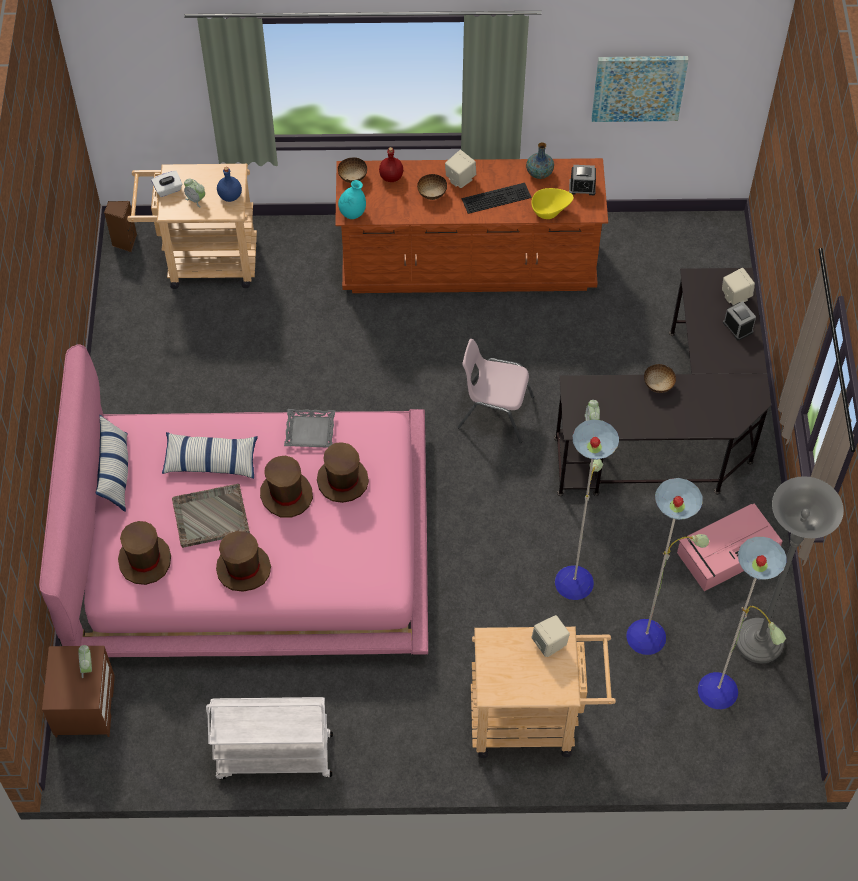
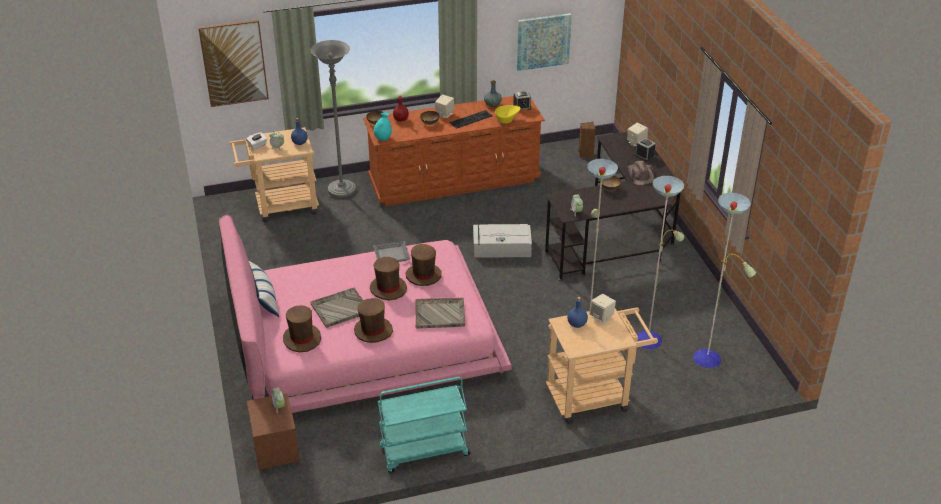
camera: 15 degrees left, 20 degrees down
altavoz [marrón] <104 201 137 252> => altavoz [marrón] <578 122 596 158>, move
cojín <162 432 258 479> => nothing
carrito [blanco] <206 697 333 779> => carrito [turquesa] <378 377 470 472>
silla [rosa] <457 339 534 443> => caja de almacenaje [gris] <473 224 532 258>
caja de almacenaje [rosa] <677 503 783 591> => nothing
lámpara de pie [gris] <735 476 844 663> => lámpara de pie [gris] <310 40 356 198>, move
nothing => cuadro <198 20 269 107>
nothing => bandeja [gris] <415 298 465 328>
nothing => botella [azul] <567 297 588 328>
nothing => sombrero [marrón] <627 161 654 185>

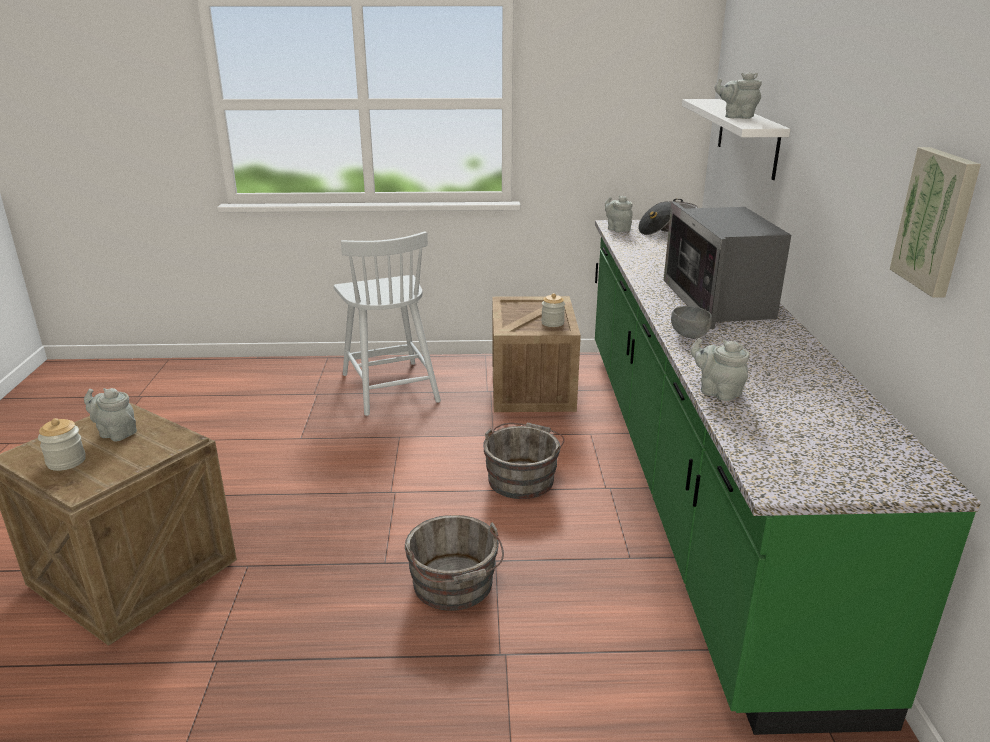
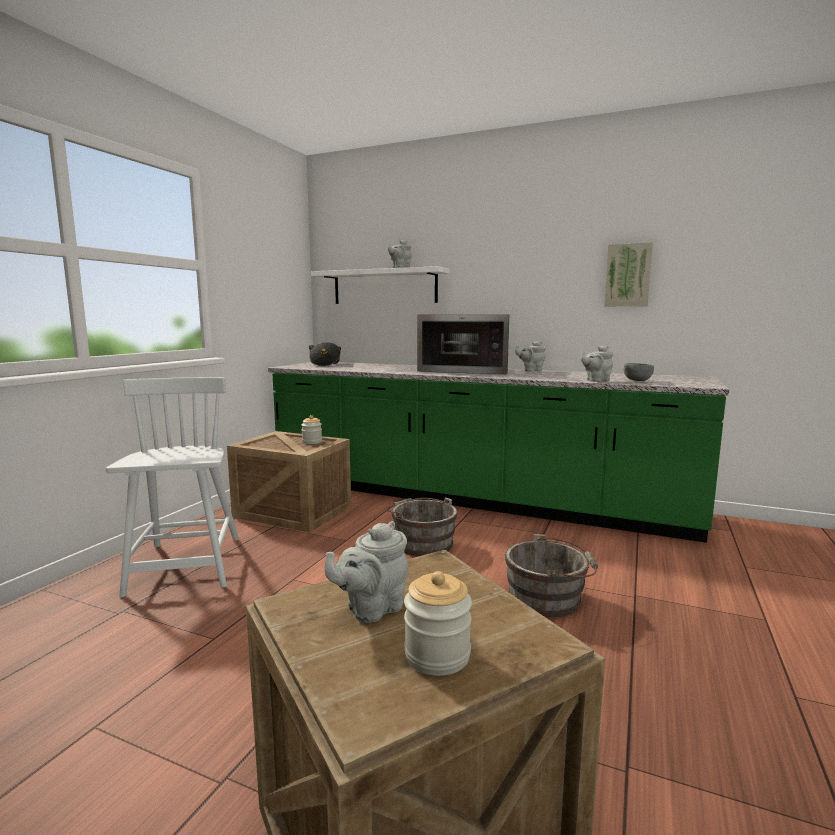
camera: 65 degrees left, 15 degrees down
silla [blanco] <334 231 441 416> => silla [blanco] <106 377 239 597>, 105 degrees counterclockwise
tetera [gris] <605 196 633 232> => tetera [gris] <515 341 546 371>, move
cuenco [gris] <671 306 712 339> => cuenco [gris] <624 363 654 381>, move

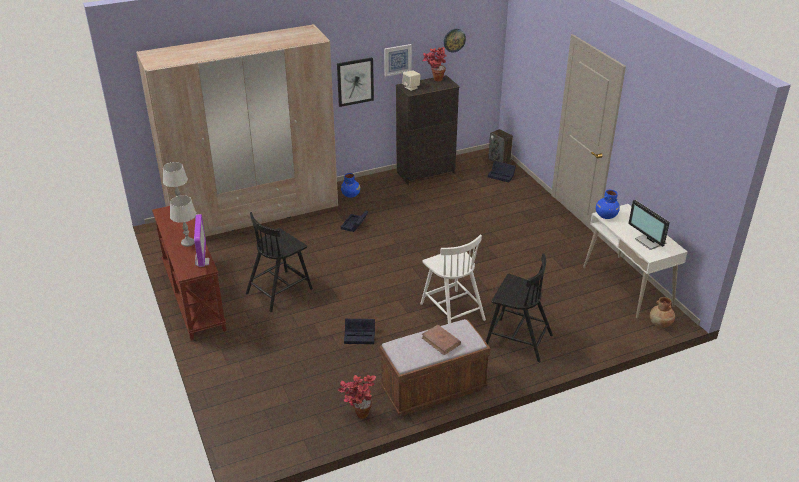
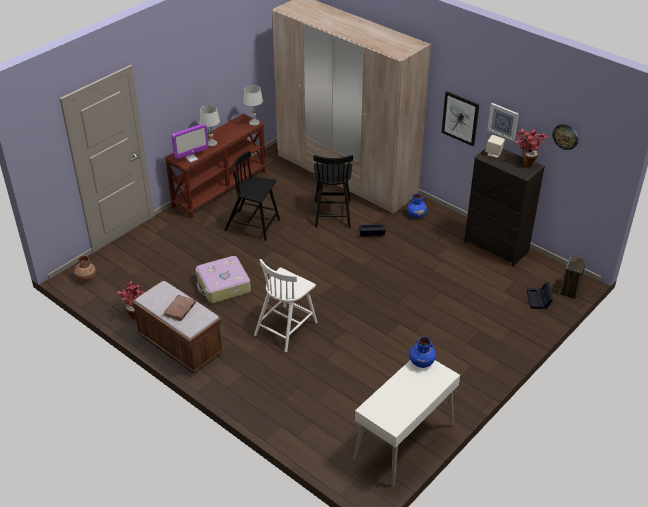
camera: 65 degrees right, 5 degrees up
caja de almacenaje [negro] <344 319 375 344> => maleta <195 256 251 303>
silla [negro] <486 253 553 362> => silla [negro] <313 155 353 228>, move
monitor <628 200 670 250> => nothing
florero [marrón] <650 297 675 328> => florero [marrón] <74 255 96 282>, move

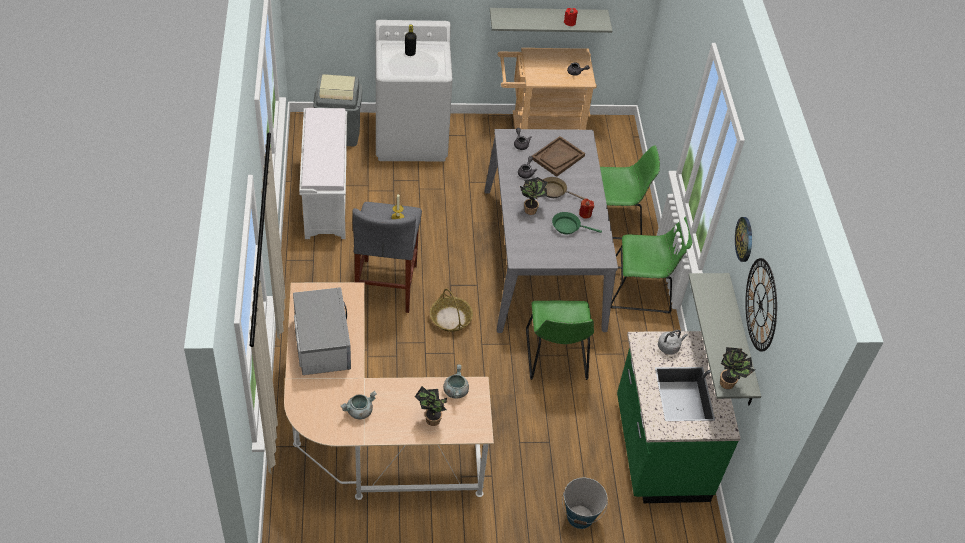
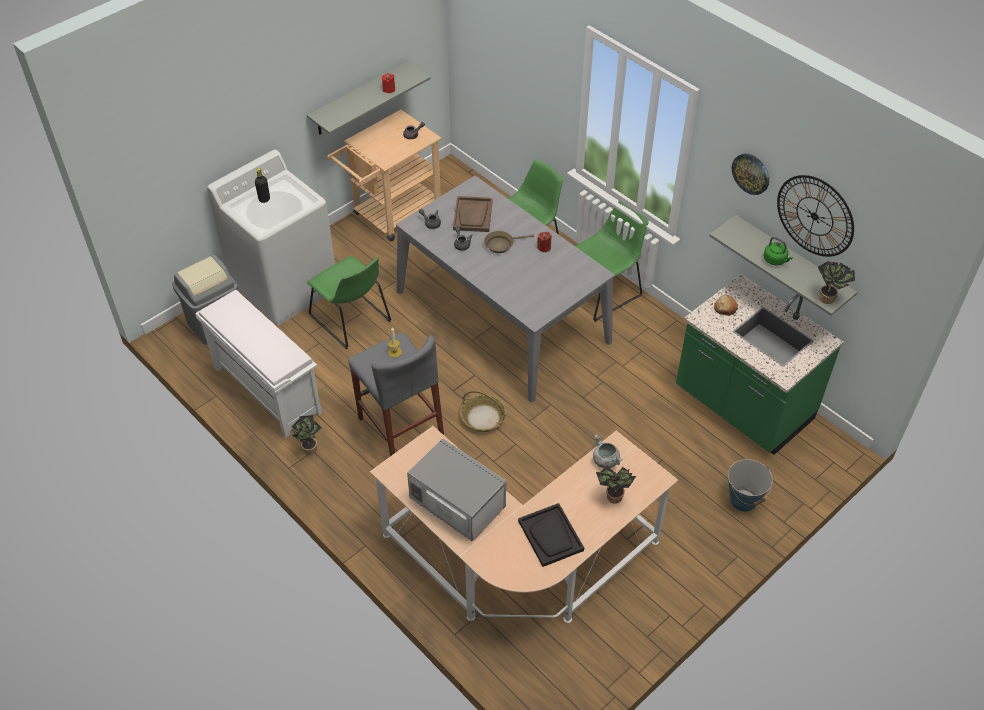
camera: 35 degrees left, 0 degrees up
olla [gris] <341 391 376 420> => bandeja [negro] <518 503 584 567>
planta en maceta <520 177 548 215> => planta en maceta <292 415 322 455>, move
silla [verde] <526 301 594 380> => silla [verde] <307 256 391 349>, move
sartén [verde] <552 212 602 234> => nothing
hervidor [gris] <658 330 688 355> => pan <714 295 738 316>
nothing => hervidor [verde] <764 237 793 265>

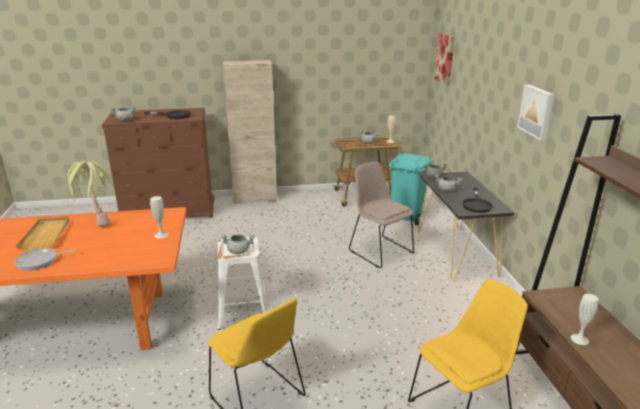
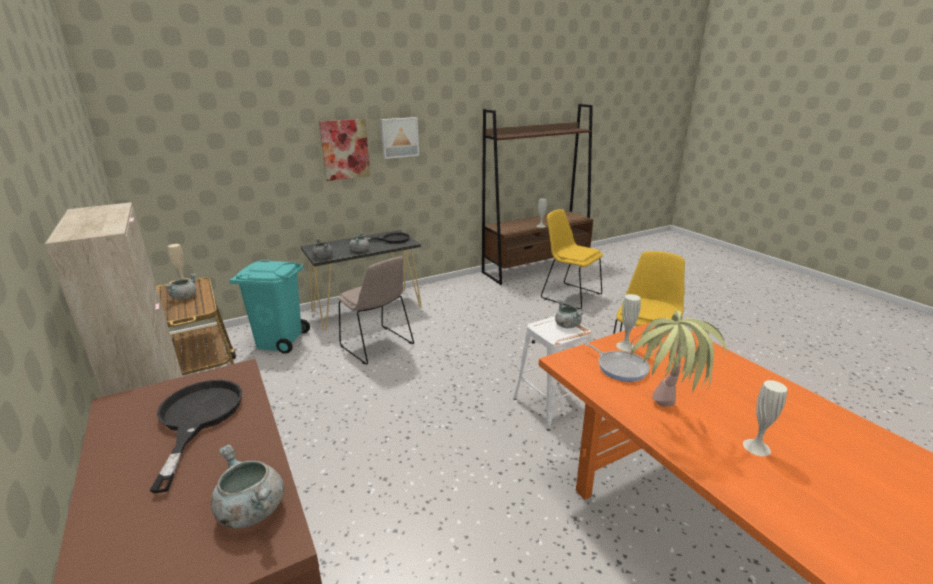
camera: 110 degrees left, 0 degrees up
sartén <15 248 76 270> => sartén <584 342 650 382>, move
bandeja [beis] <16 217 69 251> => florero [blanco] <743 380 787 456>
silla [beis] <349 162 414 268> => silla [beis] <338 256 414 365>, 75 degrees counterclockwise
cuadro <434 33 455 86> => cuadro <319 119 370 181>, move

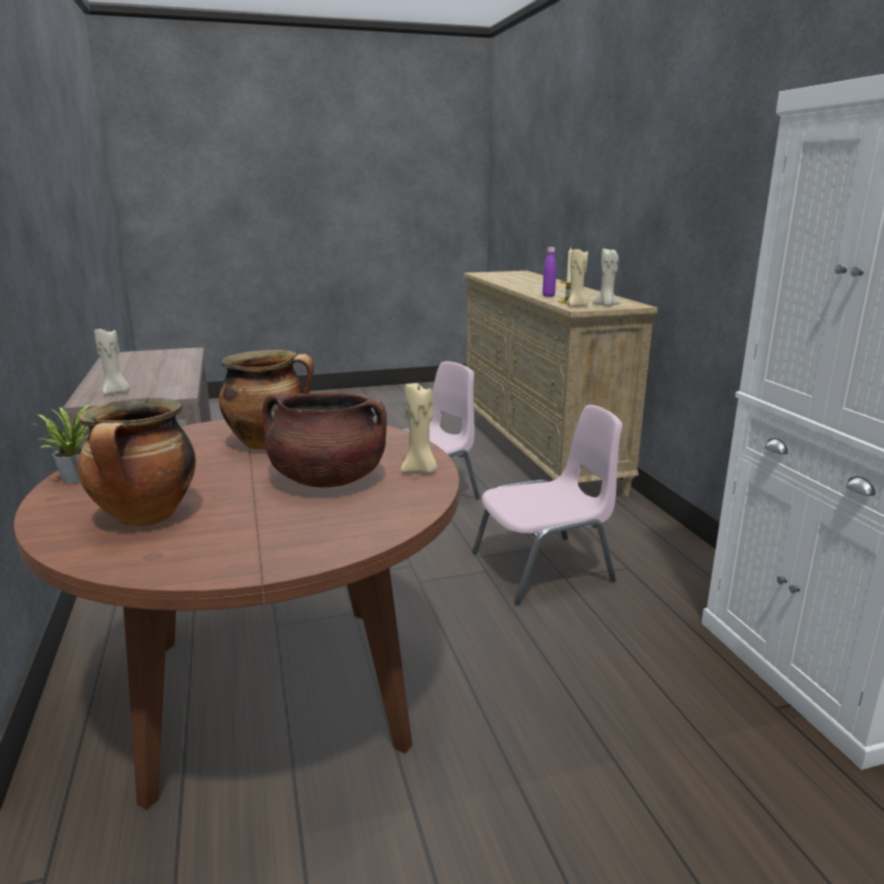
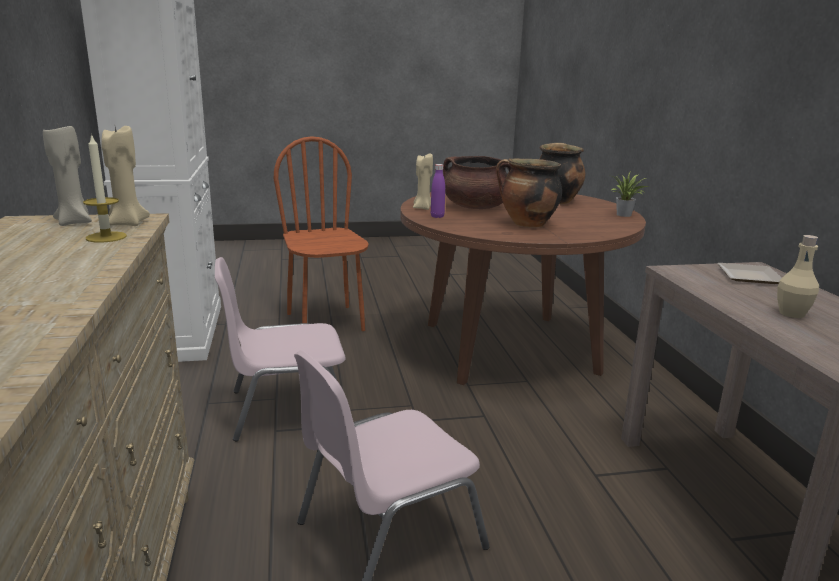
camera: 175 degrees left, 0 degrees up
vela [beis] <94 326 130 395> => plato <718 263 781 284>
botella [morado] <543 247 556 297> => botella [morado] <431 164 445 218>, move
nothing => silla [marrón] <274 136 369 331>
nothing => botella [beis] <777 235 819 318>

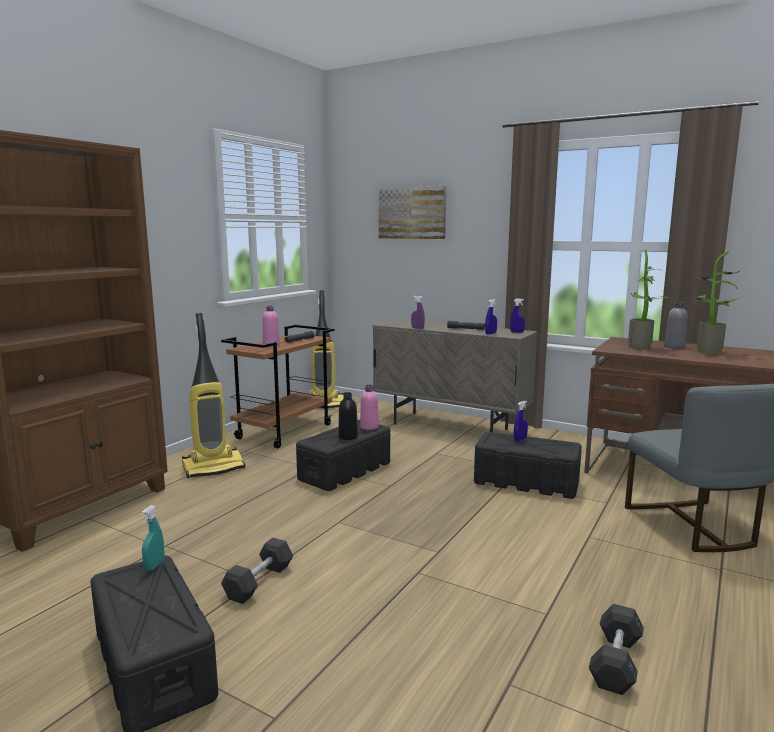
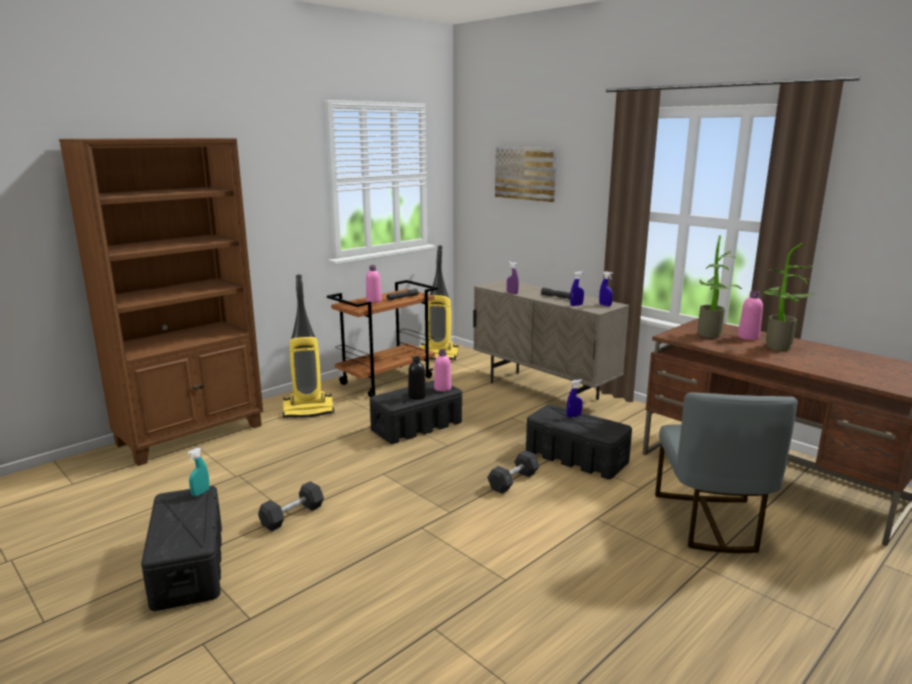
camera: 15 degrees right, 5 degrees up
mancuerna [gris] <589 604 644 695> => mancuerna [gris] <487 451 540 494>, move
botella [gris] <664 302 688 349> => botella [rosa] <738 291 763 340>

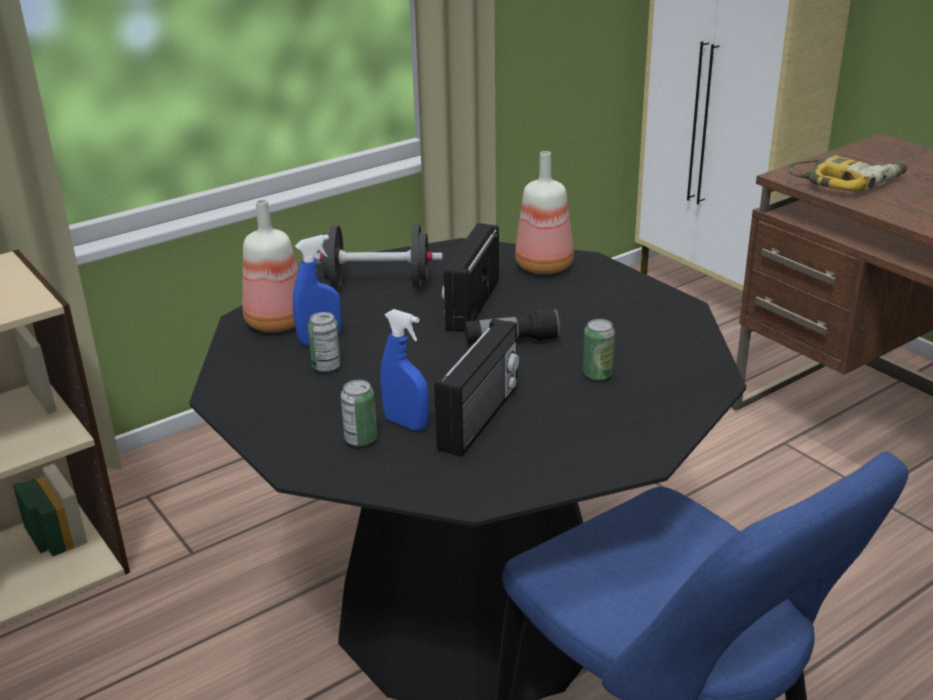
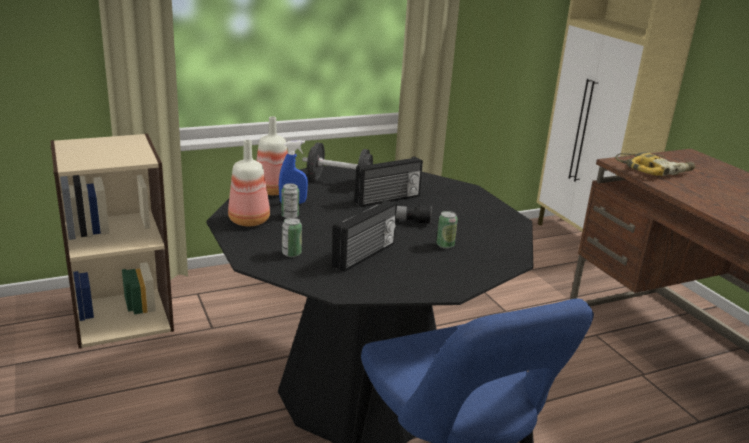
camera: 10 degrees right, 5 degrees down
pulverizador [azul] <380 309 429 430> => nothing
radio <442 223 499 332> => radio <355 157 423 207>, 150 degrees counterclockwise
botella <515 151 574 274> => botella <228 140 270 226>, move

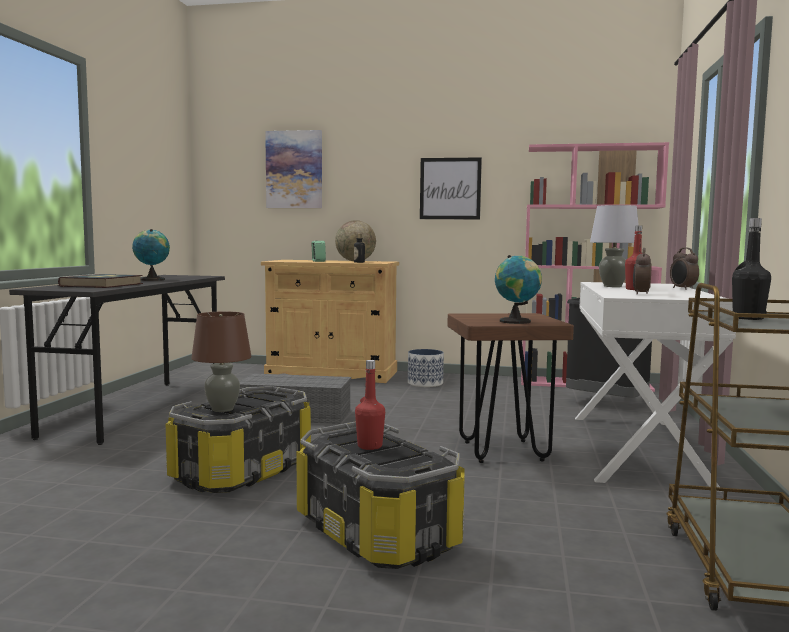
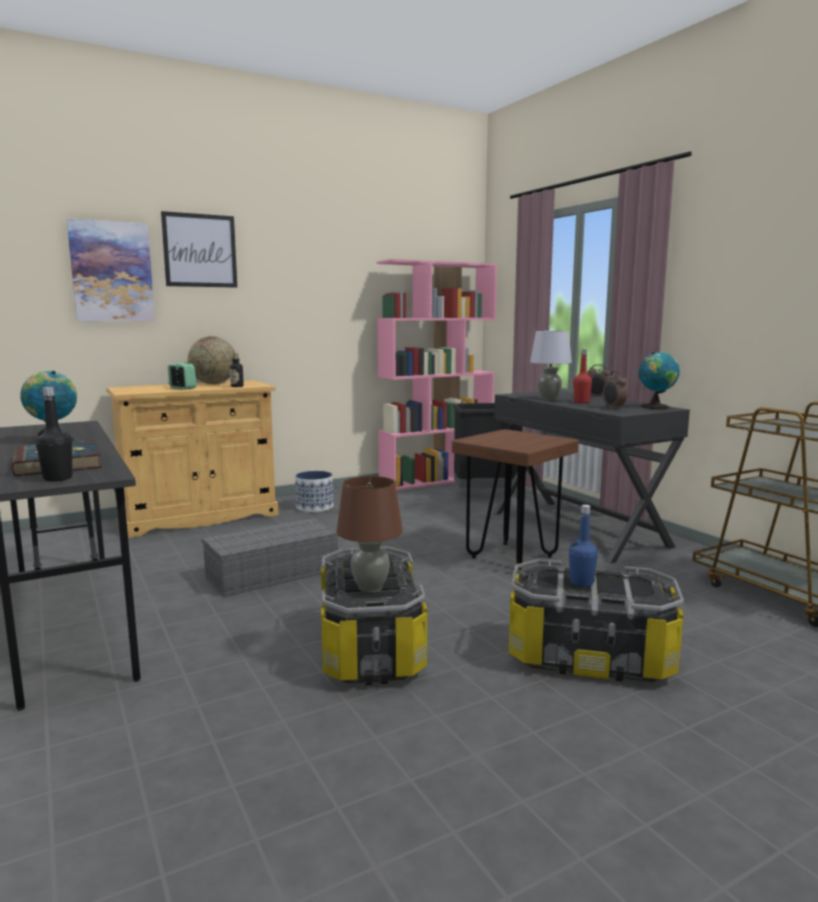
camera: 40 degrees left, 5 degrees up
botella [rojo] <355 360 385 450> => botella [azul] <569 505 598 587>
cuadro <420 157 482 220> => cuadro <161 211 237 288>, move
globo terráqueo <495 255 542 324> => globo terráqueo <639 352 680 409>, move
escritorio [blanco] <575 282 736 492> => escritorio [negro] <493 391 690 564>
botella [negro] <732 218 771 320> => botella [negro] <36 387 72 481>, move

